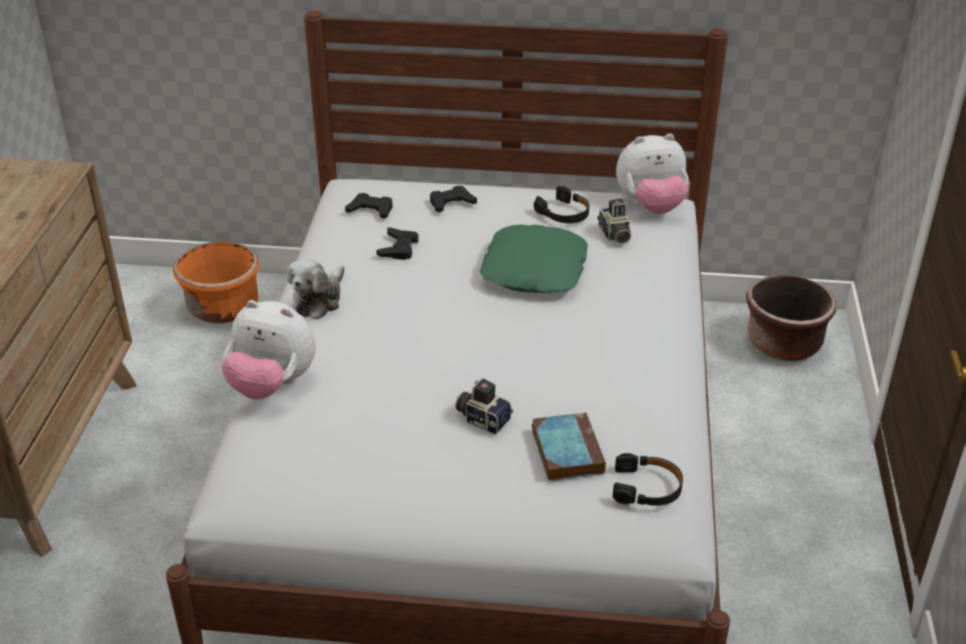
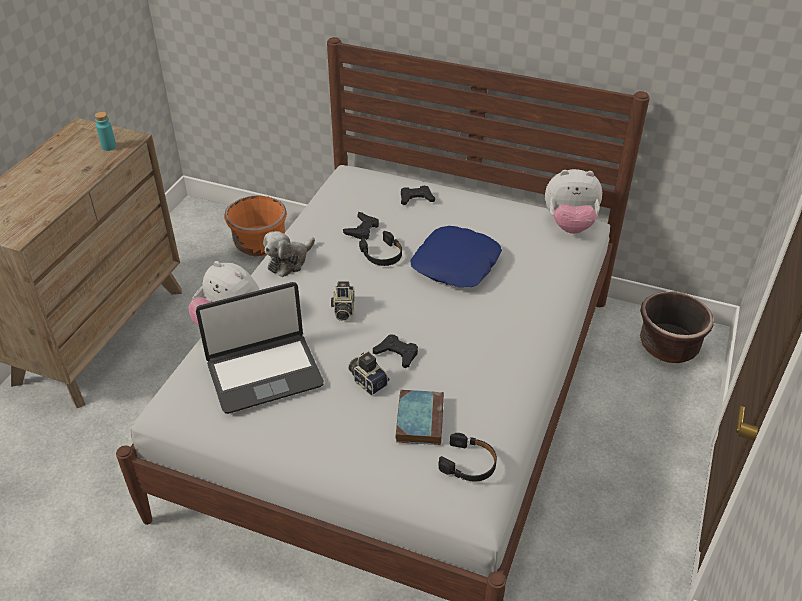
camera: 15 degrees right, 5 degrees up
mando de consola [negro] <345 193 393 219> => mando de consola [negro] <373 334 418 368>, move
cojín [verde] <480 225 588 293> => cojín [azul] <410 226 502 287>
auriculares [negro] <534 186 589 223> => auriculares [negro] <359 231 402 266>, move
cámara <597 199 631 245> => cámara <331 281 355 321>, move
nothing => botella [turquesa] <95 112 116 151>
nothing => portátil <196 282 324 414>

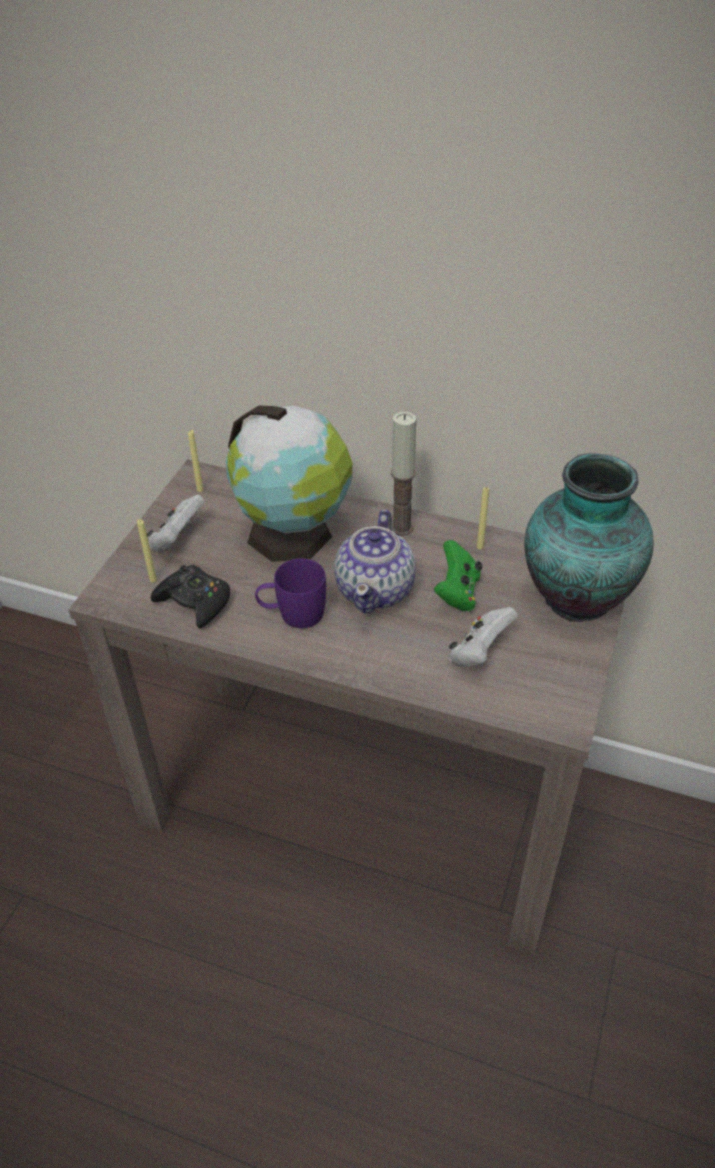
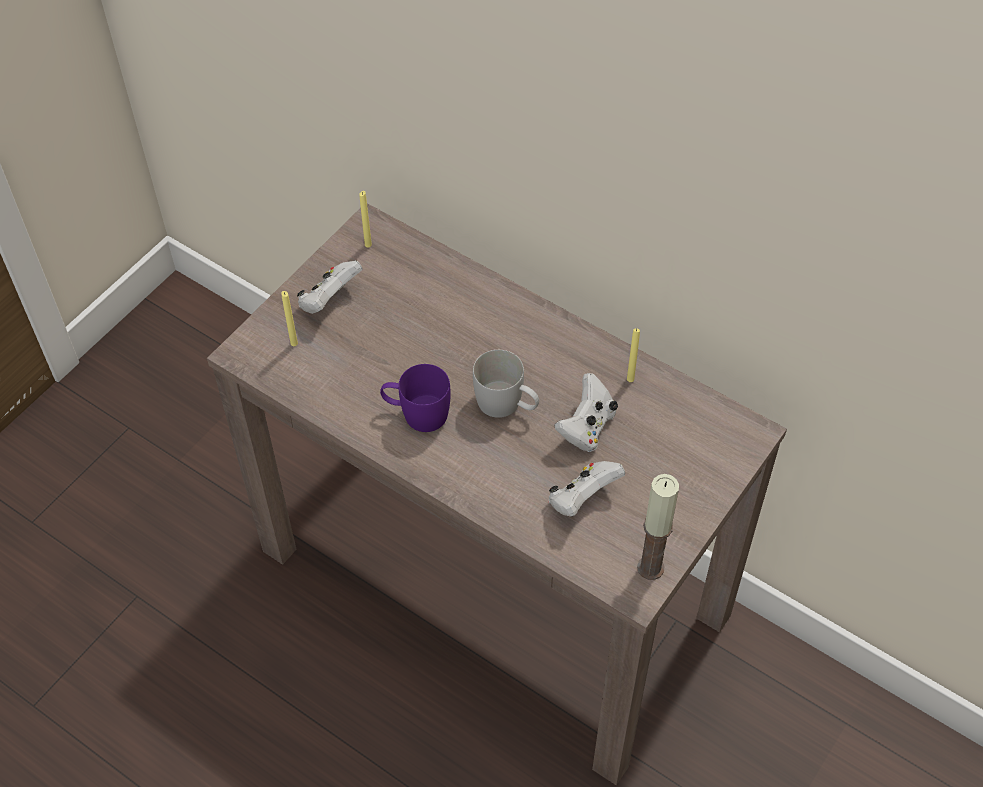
camera: 15 degrees right, 10 degrees up
mando de consola [negro] <151 565 230 629> => nothing
globo terráqueo <226 406 352 562> => nothing
tetera <334 509 416 613> => taza grande [blanco] <473 350 539 418>
vela <391 412 416 536> => vela <637 474 679 580>, move
mando de consola [verde] <434 540 482 611> => mando de consola [blanco] <554 373 618 452>
florero <524 453 654 622> => nothing

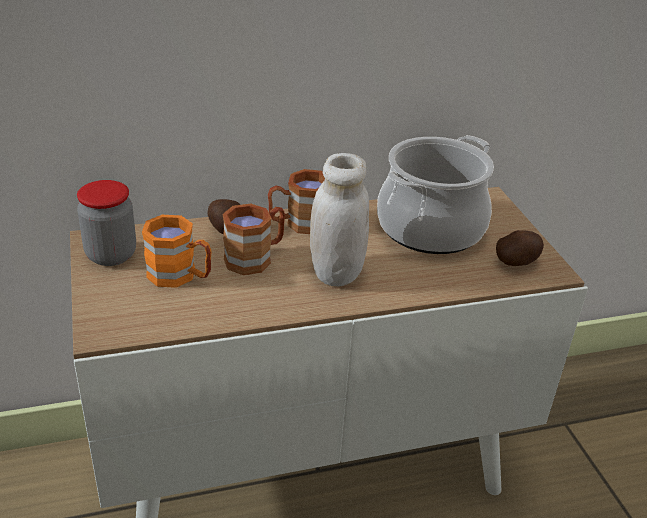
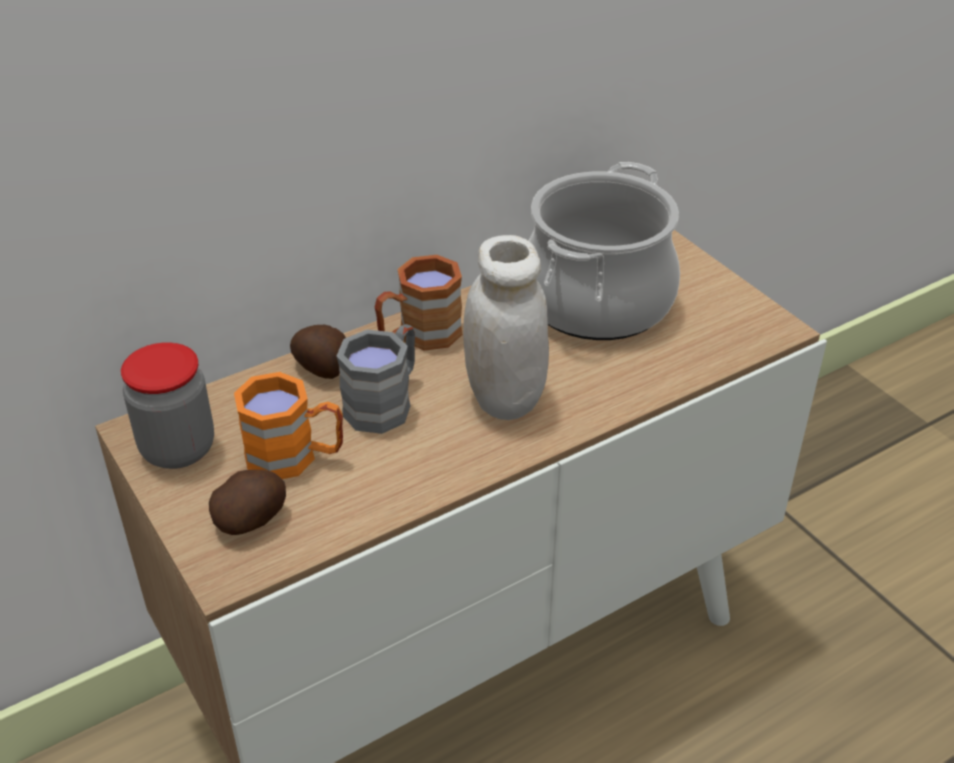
camera: 15 degrees left, 5 degrees up
taza grande [marrón] <222 204 285 275> => taza grande [gris] <337 324 415 434>
patata <496 230 544 266> => patata <209 470 286 535>, move

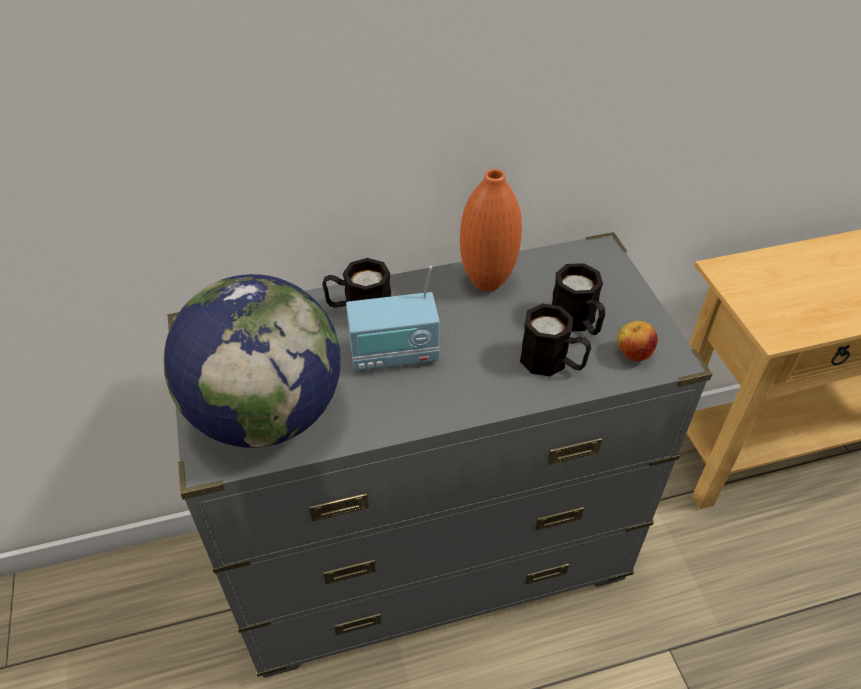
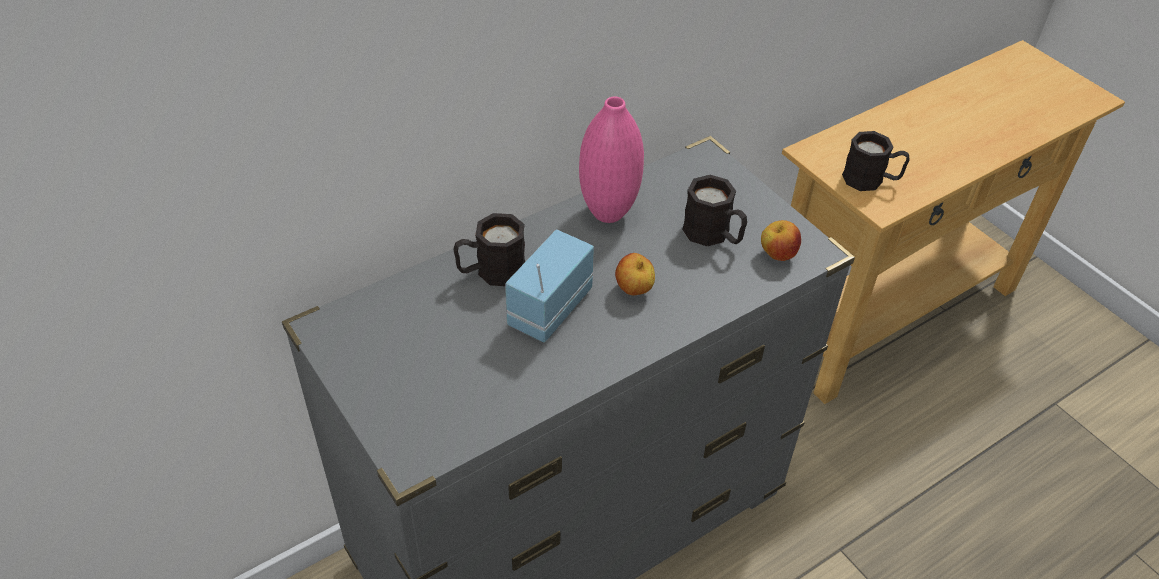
camera: 20 degrees left, 0 degrees up
globo terráqueo <164 274 341 448> => nothing
radio <346 266 440 371> => radio <505 230 594 342>, 150 degrees clockwise
florero [naranja] <460 169 522 291> => florero [rosa] <579 97 644 223>
taza grande [negro] <520 304 591 376> => taza grande [negro] <842 131 910 191>, move
nothing => manzana <615 253 655 296>

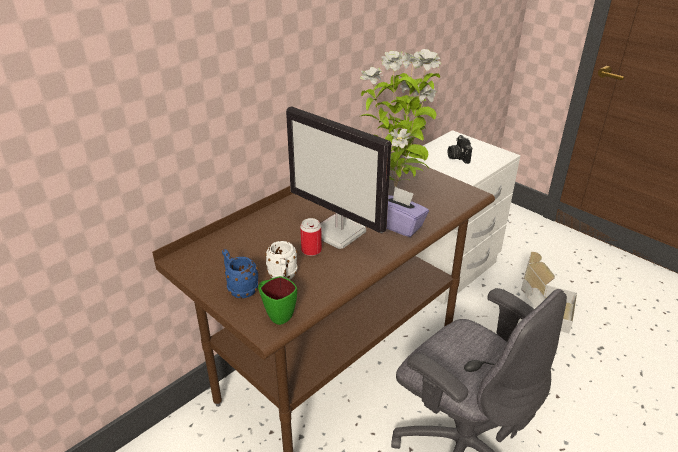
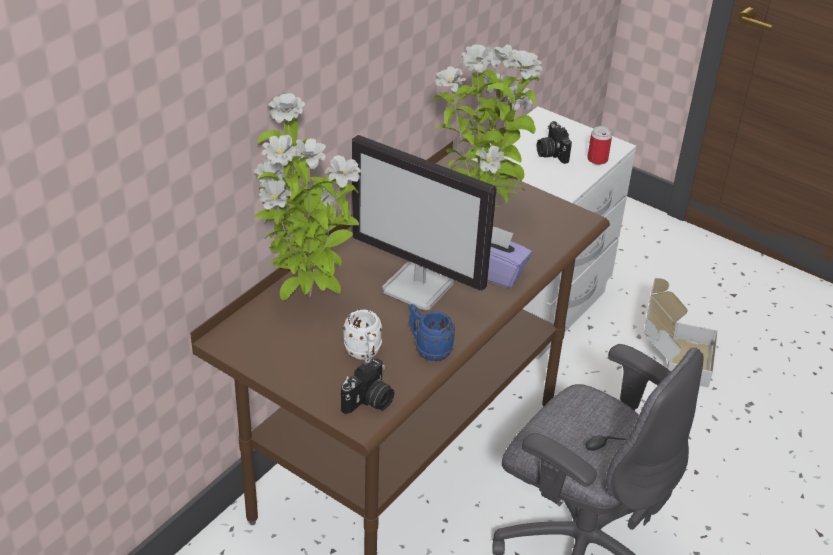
camera: 10 degrees left, 5 degrees up
taza grande [azul] <222 249 259 298> => taza grande [azul] <408 304 455 361>, move
taza grande [verde] <258 276 297 325> => cámara <341 358 394 414>
lata <300 218 322 256> => lata <587 126 612 165>, move
nothing => planta en maceta <254 93 362 301>

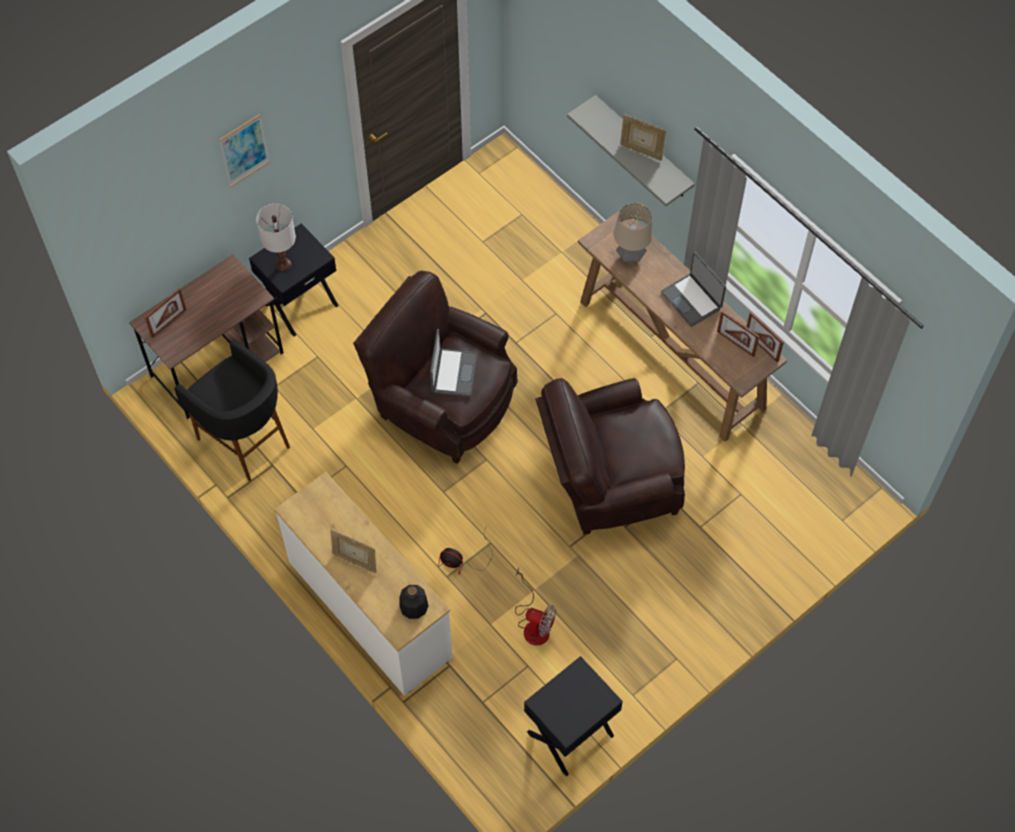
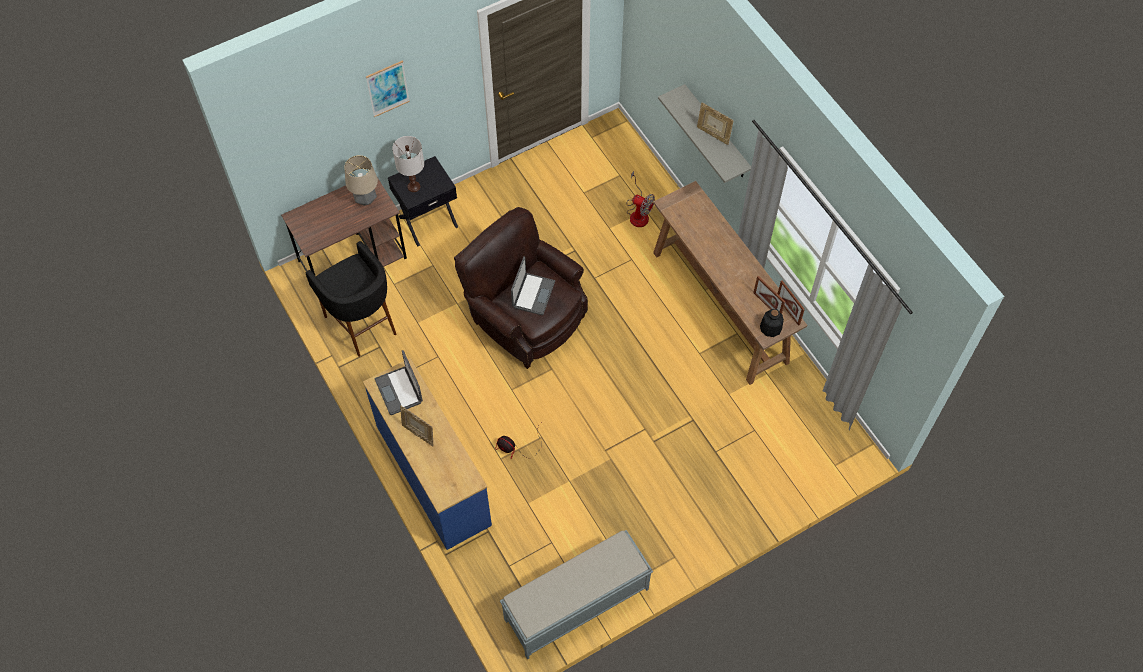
camera: 10 degrees right, 0 degrees up
portarretratos <145 289 186 338> => nothing
cómoda [blanco] <274 472 453 696> => cómoda [azul] <363 358 492 550>
botella <399 585 428 619> => botella <760 309 784 337>, move
ventilador <515 567 556 645> => ventilador <627 171 655 227>, move
mesita de noche [negro] <524 656 623 776> => banco [gris] <500 530 653 660>
sillón [marrón] <535 378 685 534> => nothing
lámpara de mesa <614 203 653 264> => lámpara de mesa <345 155 378 206>, move
portátil <661 252 726 327> => portátil <375 350 423 415>, move

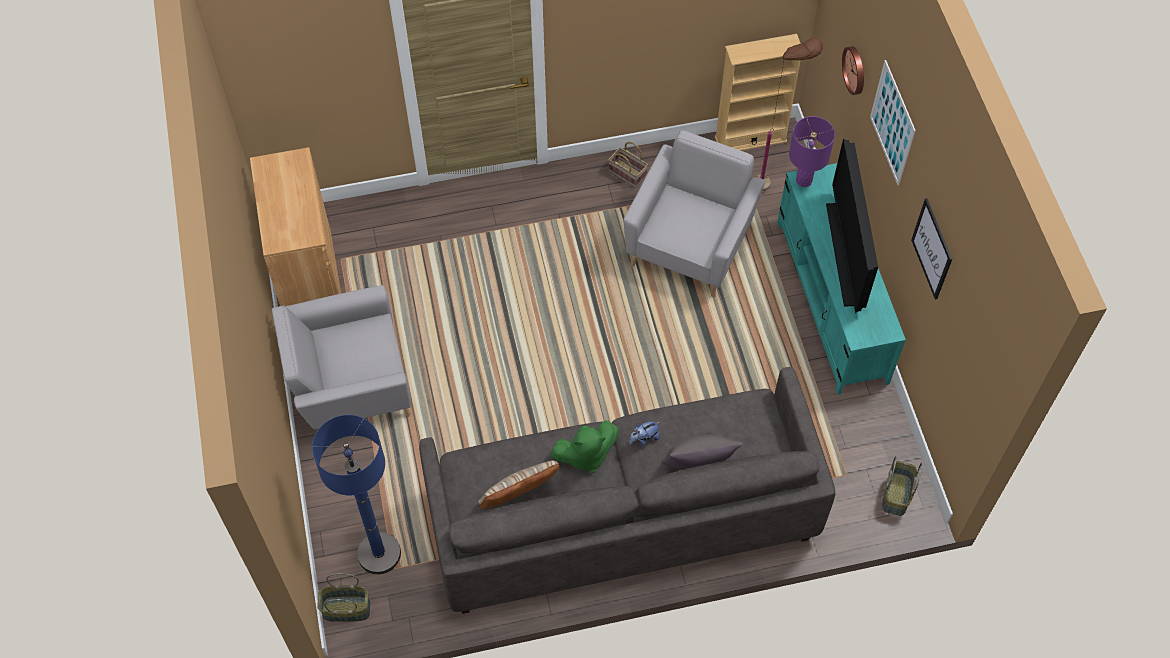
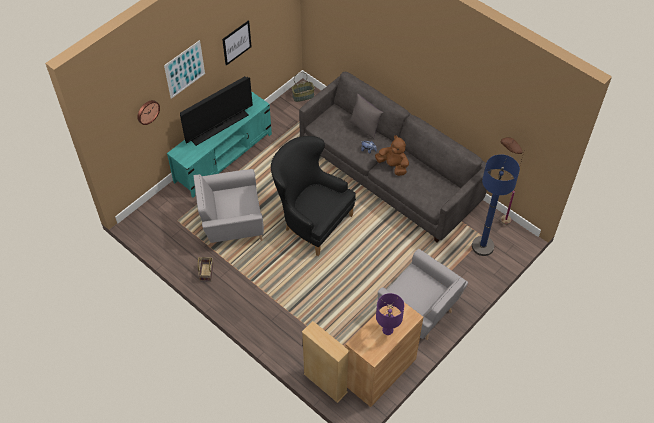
camera: 125 degrees left, 5 degrees down
cesta <317 573 370 622> => nothing
cojín [beis] <478 460 559 509> => nothing
peluche [verde] <551 420 619 474> => peluche [marrón] <375 135 409 176>
estantería [beis] <715 34 801 151> => estantería [beis] <302 321 350 403>, move
lámpara de pie [marrón] <755 37 823 191> => lámpara de pie [marrón] <500 137 524 225>, move
lámpara de mesa [morado] <789 116 835 187> => lámpara de mesa [morado] <376 293 404 335>, move
nothing => sillón [negro] <271 136 356 256>

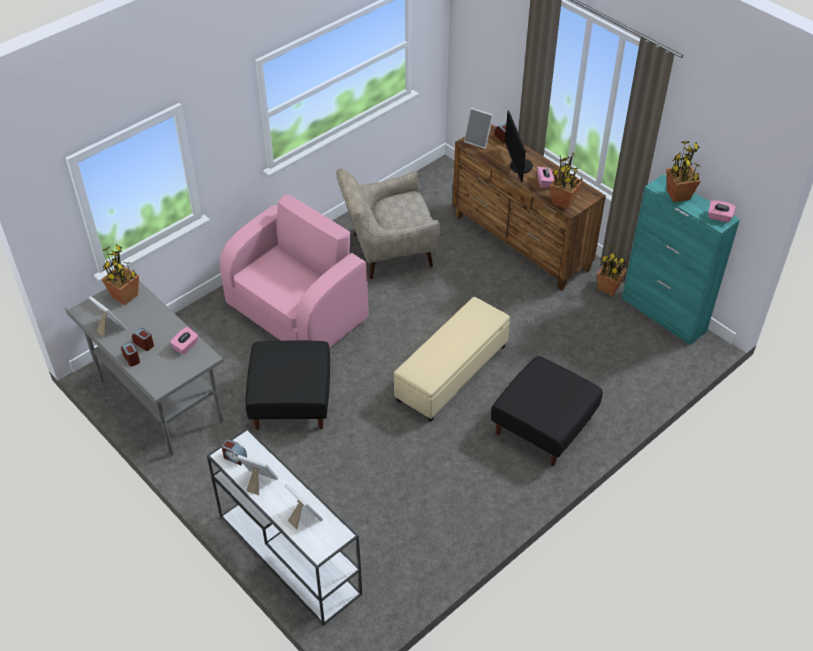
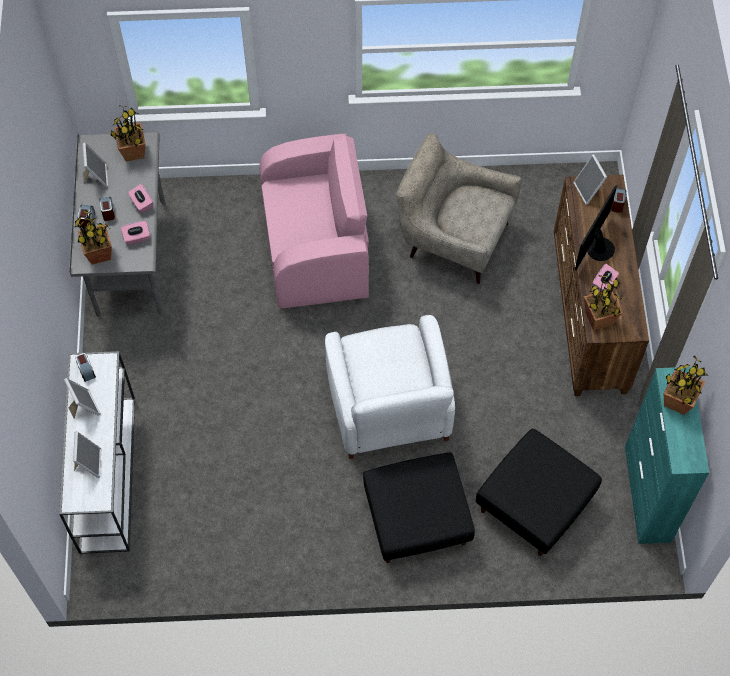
camera: 40 degrees right, 15 degrees up
puf [negro] <245 341 330 430> => puf [negro] <476 429 602 556>, move
puf [beis] <394 297 510 422> => sillón [blanco] <325 315 455 459>
planta en maceta <597 246 629 296> => planta en maceta <74 210 112 265>, move
caja de pañuelos [rosa] <708 200 736 223> => caja de pañuelos [rosa] <128 184 153 213>, move

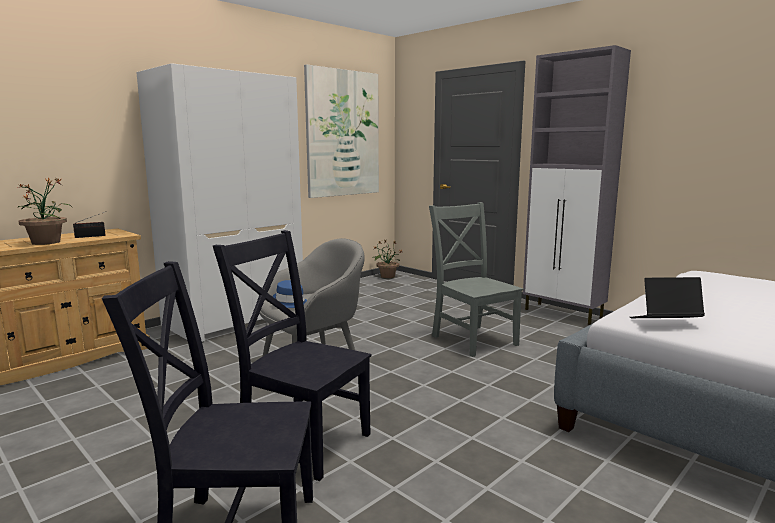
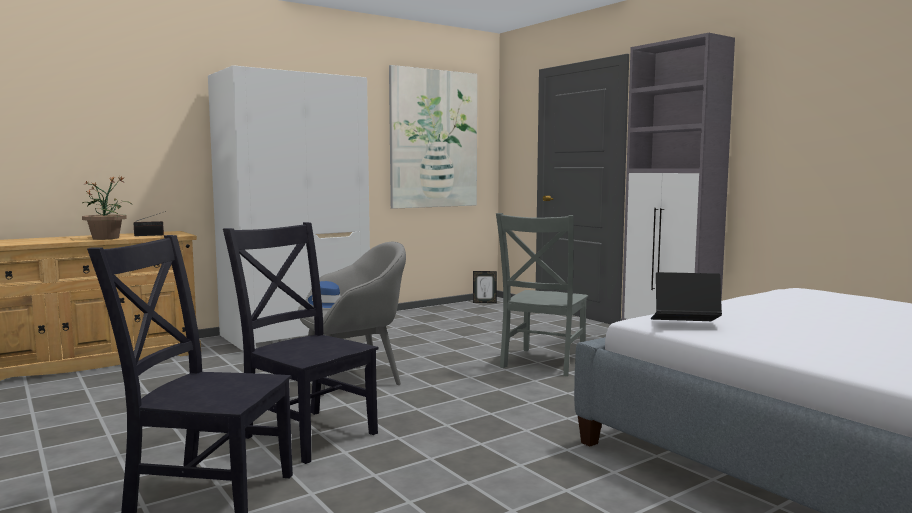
camera: 10 degrees right, 5 degrees down
planta en maceta <372 239 403 278> => portarretratos <473 271 497 303>
silla [gris] <429 202 524 357> => silla [gris] <496 213 588 376>, 135 degrees counterclockwise

